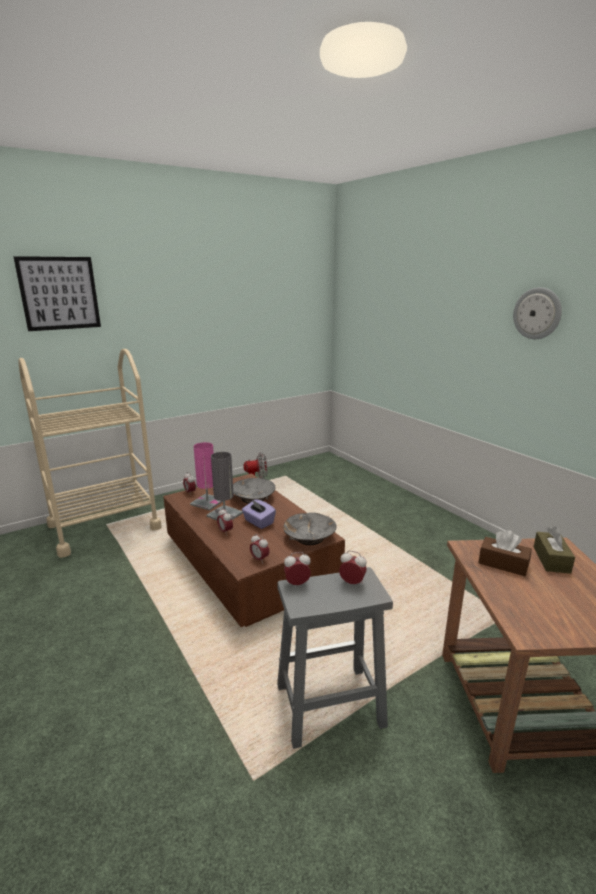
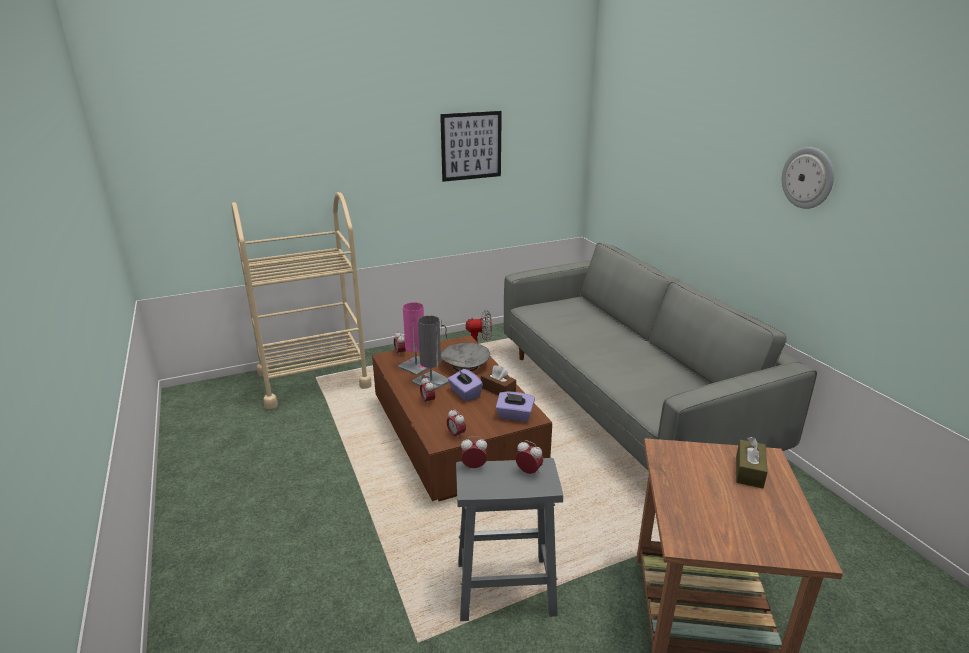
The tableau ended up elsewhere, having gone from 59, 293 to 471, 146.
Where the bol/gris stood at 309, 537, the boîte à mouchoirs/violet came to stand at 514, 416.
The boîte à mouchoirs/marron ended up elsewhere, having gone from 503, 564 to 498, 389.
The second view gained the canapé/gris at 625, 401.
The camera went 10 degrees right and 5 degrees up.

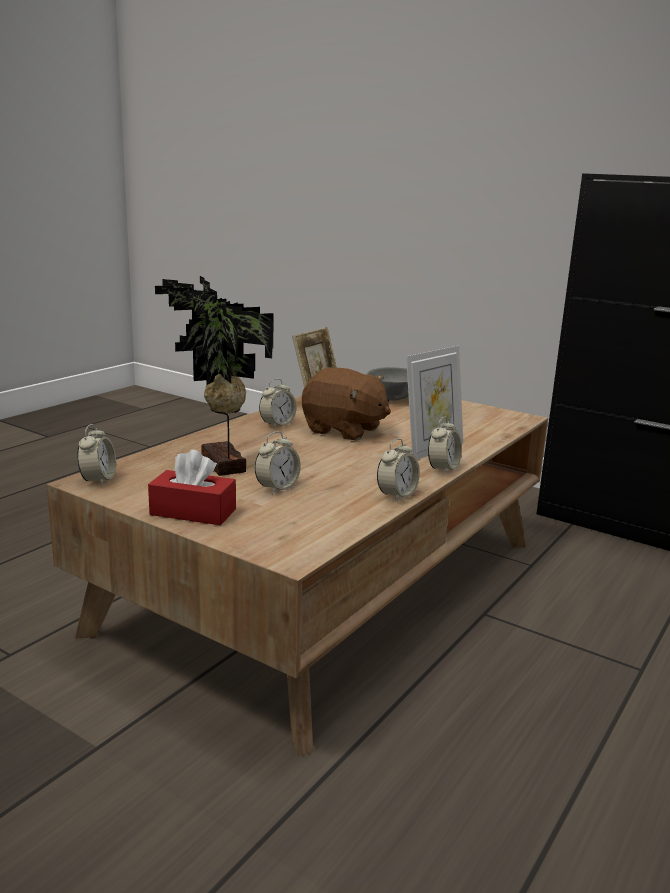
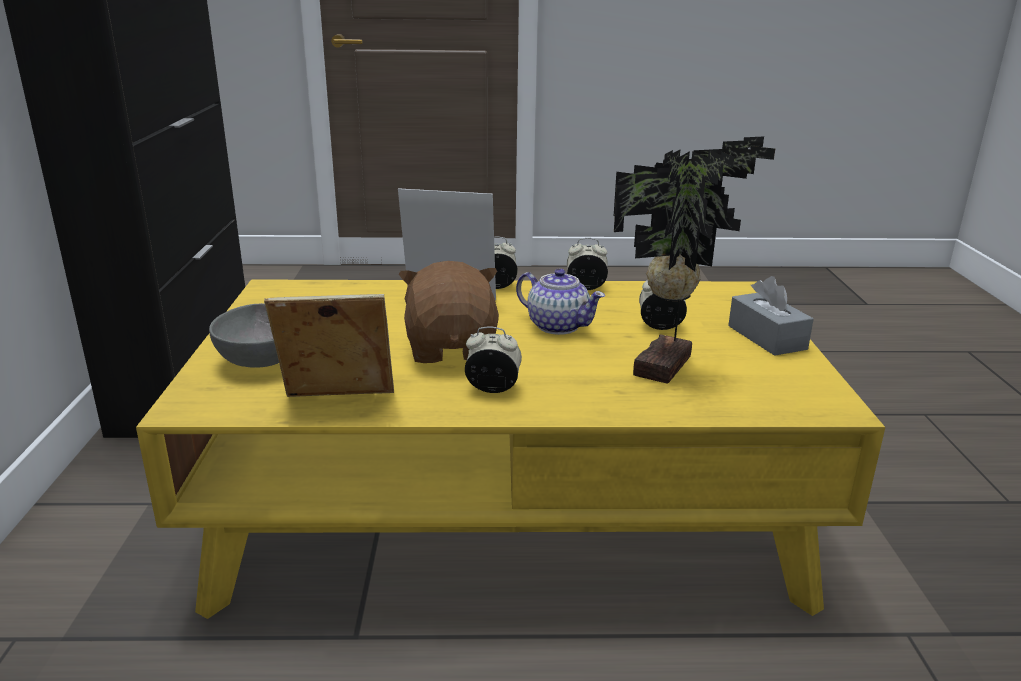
What was the table basse/marron at 330, 583 turned into the table basse/jaune at 506, 503.
The second view lost the réveil at 98, 480.
What was the boîte à mouchoirs/rouge at 193, 512 turned into the boîte à mouchoirs/gris at 766, 337.
The second view gained the théière at 557, 326.
The camera went 125 degrees left and 5 degrees up.

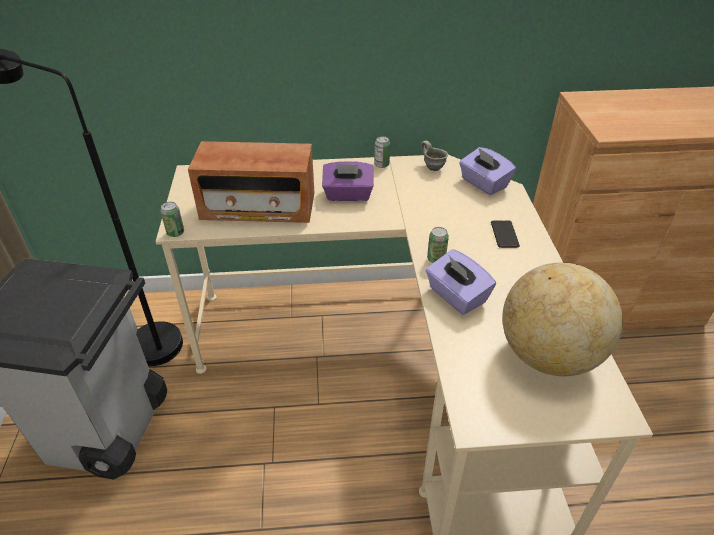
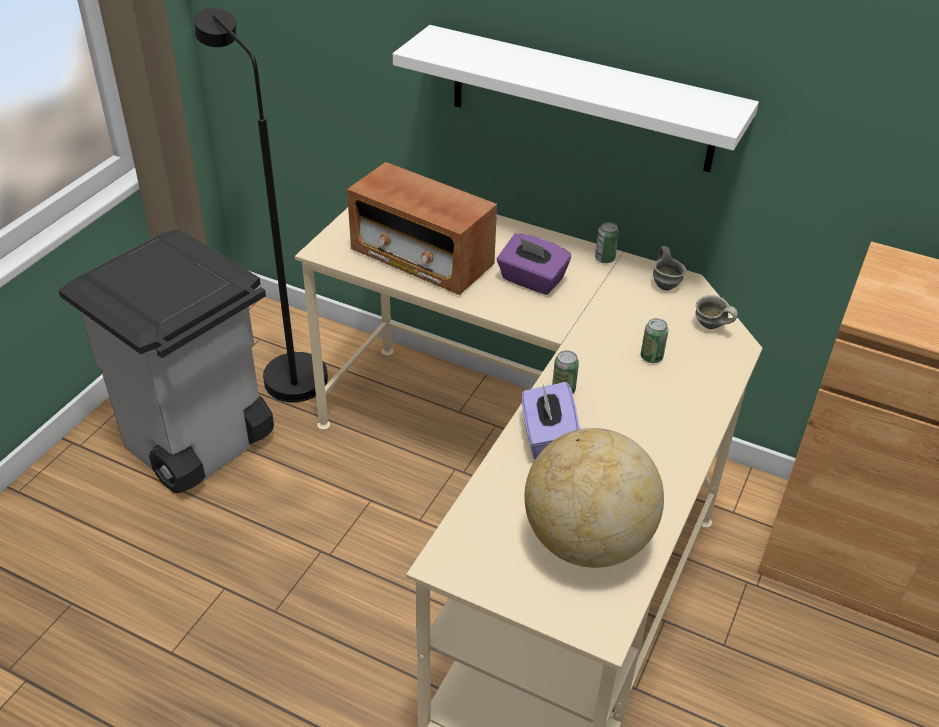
The boîte métallique ended up elsewhere, having gone from 175, 233 to 651, 357.
Where the boîte à mouchoirs/violet stood at 483, 183, the mug/gris came to stand at 710, 328.
The second view lost the téléphone at 504, 234.
The second view gained the étagère/blanc at 581, 99.
The camera went 30 degrees right and 0 degrees up.

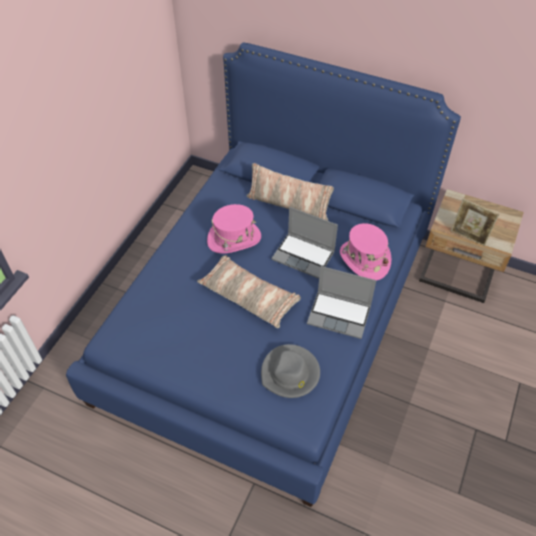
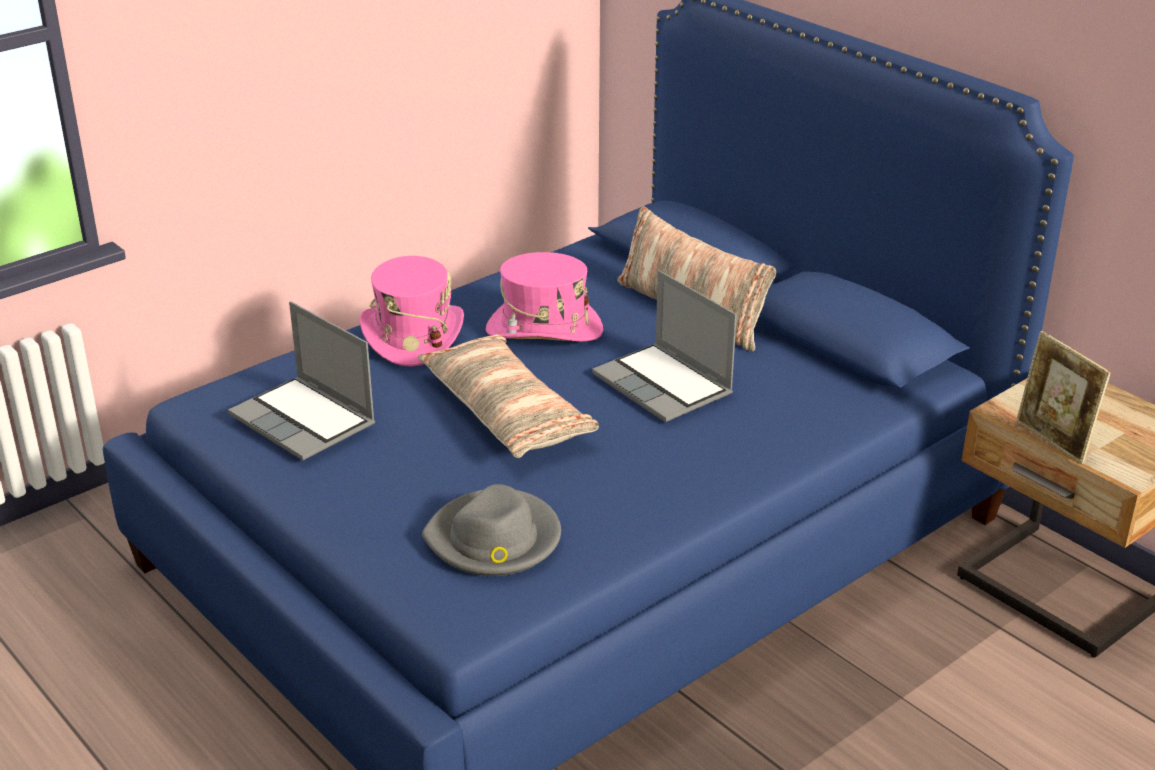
The ordinateur portable ended up elsewhere, having gone from 340, 314 to 305, 421.
The chapeau/rose ended up elsewhere, having gone from 364, 259 to 412, 336.
The camera went 25 degrees right and 20 degrees down.

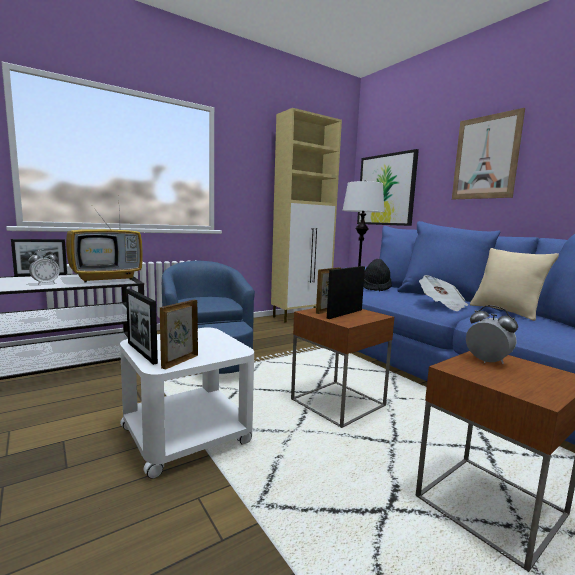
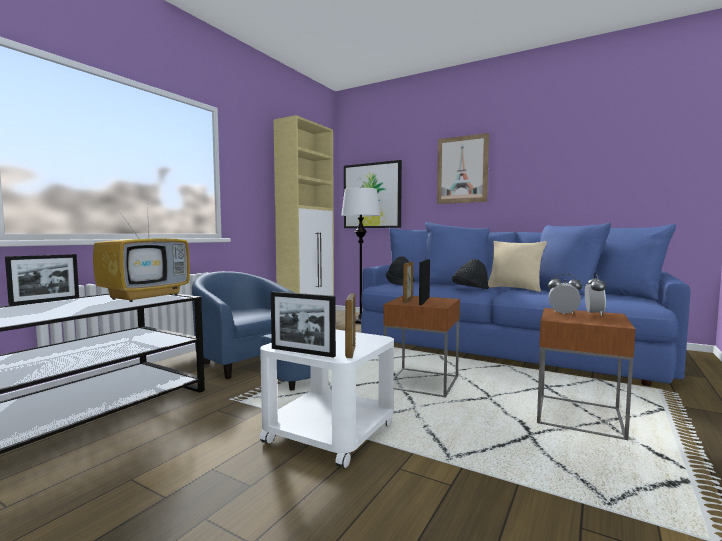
The réveil ended up elsewhere, having gone from 45, 283 to 594, 314.
Where the journal stood at 442, 305, the chapeau/noir came to stand at 470, 289.
The camera went 25 degrees left and 5 degrees down.

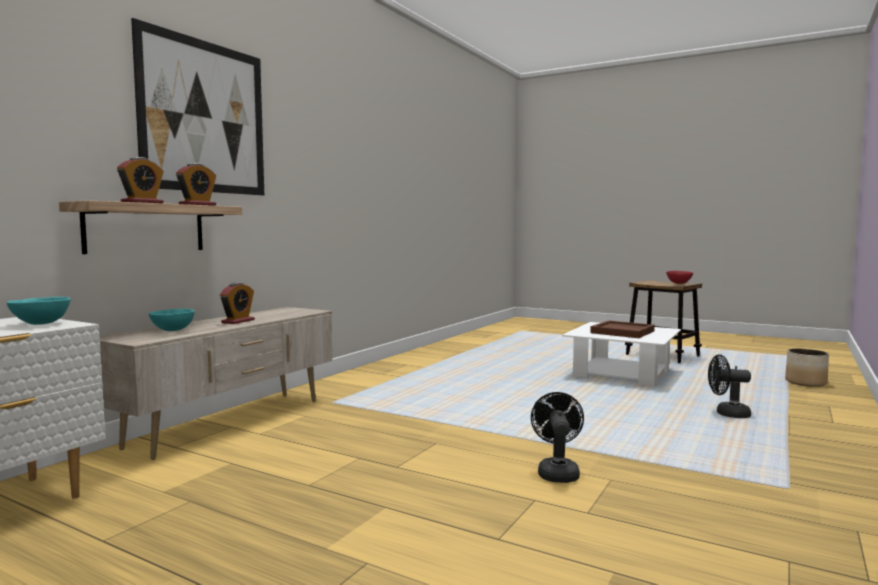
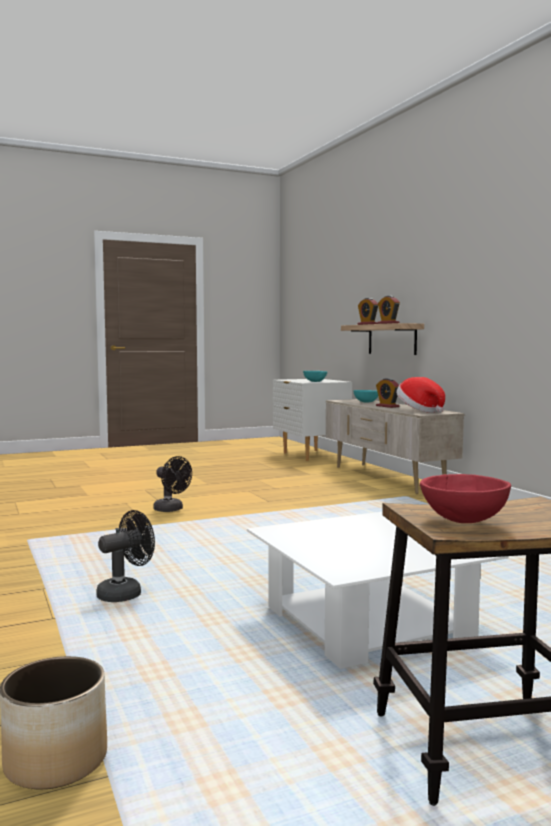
The second view lost the tableau at 204, 117.
The second view lost the plateau/marron at 623, 332.
The second view gained the chapeau at 419, 411.
The camera went 125 degrees right and 0 degrees up.

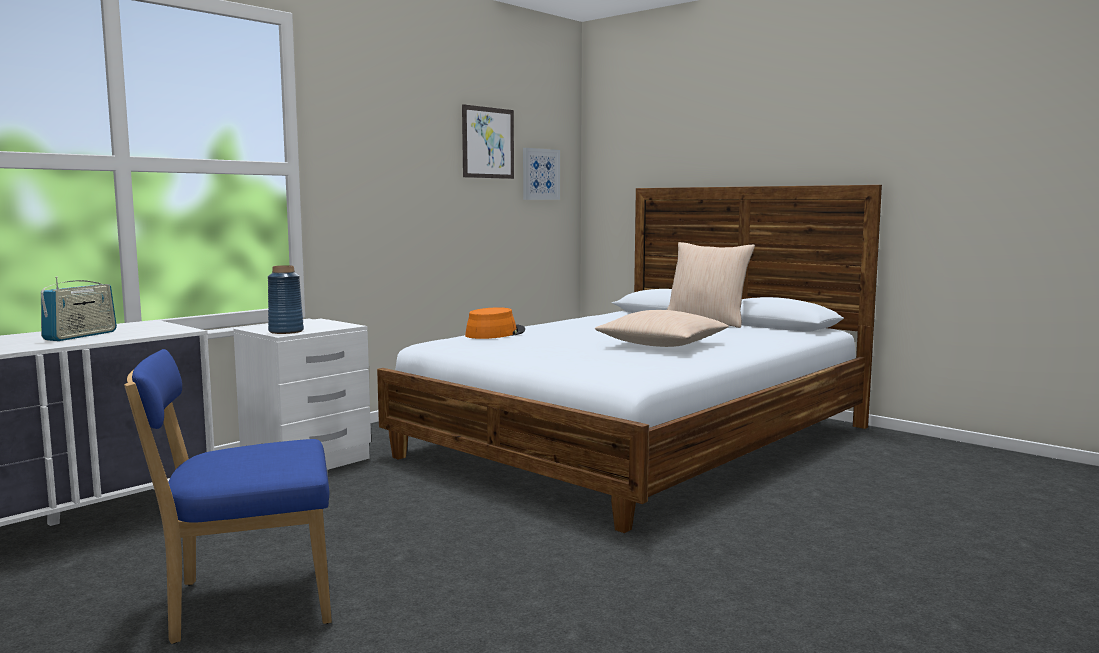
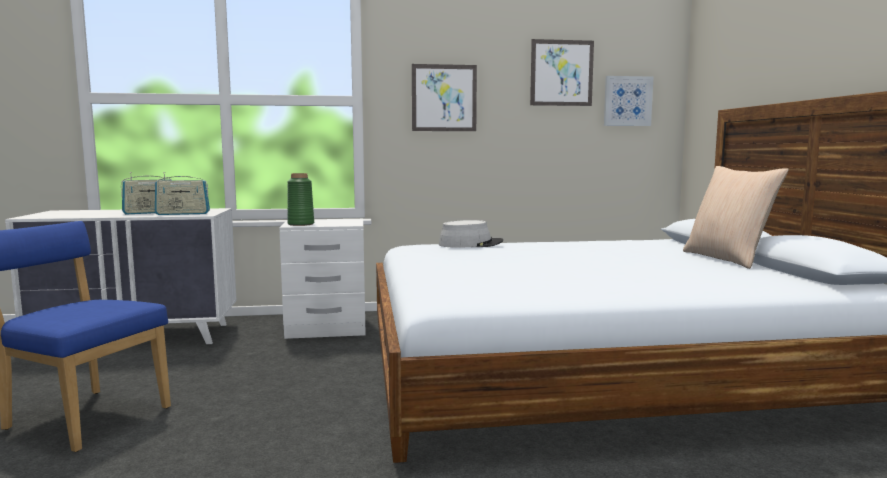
What was the vase/bleu at 286, 331 turned into the vase/vert at 300, 224.
What was the chapeau/orange at 495, 333 turned into the chapeau/gris at 470, 244.
The second view lost the coussin/beige at 662, 344.
The second view gained the radio at 183, 214.
The second view gained the tableau at 444, 98.
The camera went 40 degrees right and 0 degrees up.

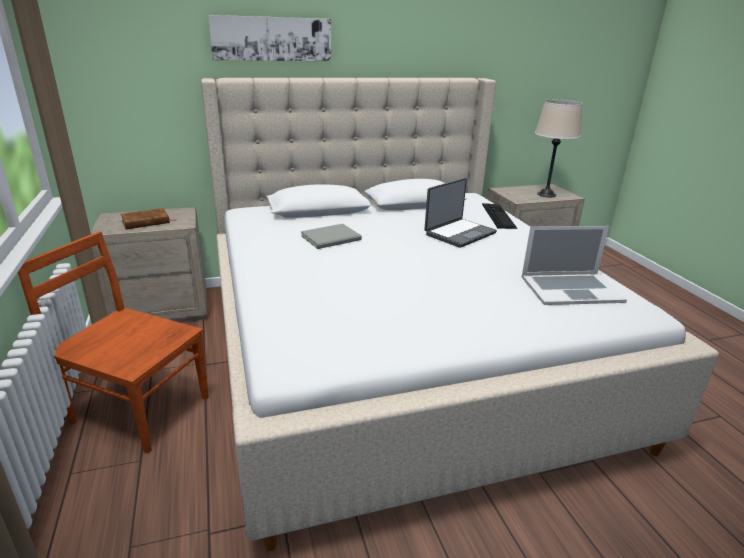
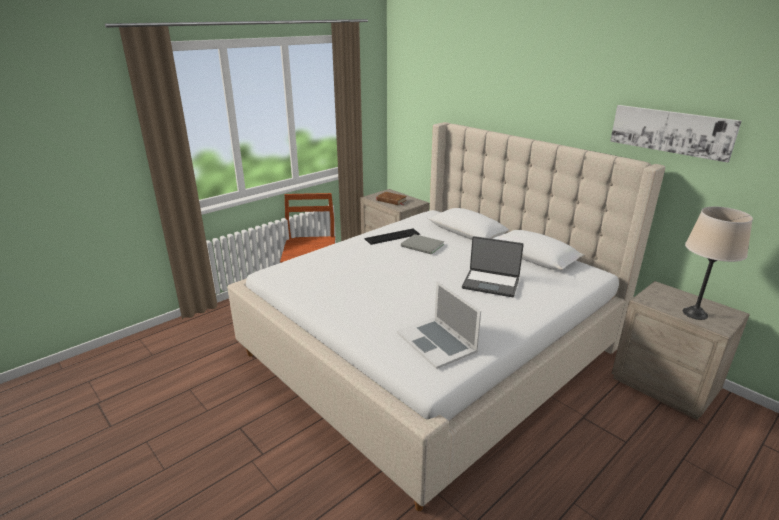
The tableau ended up elsewhere, having gone from 272, 39 to 671, 131.
The clavier ended up elsewhere, having gone from 498, 216 to 392, 236.
The camera went 65 degrees right and 0 degrees up.

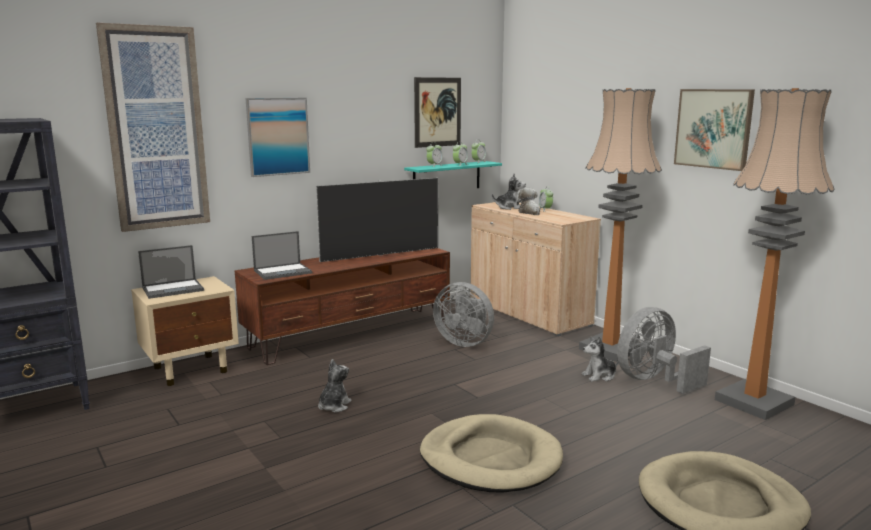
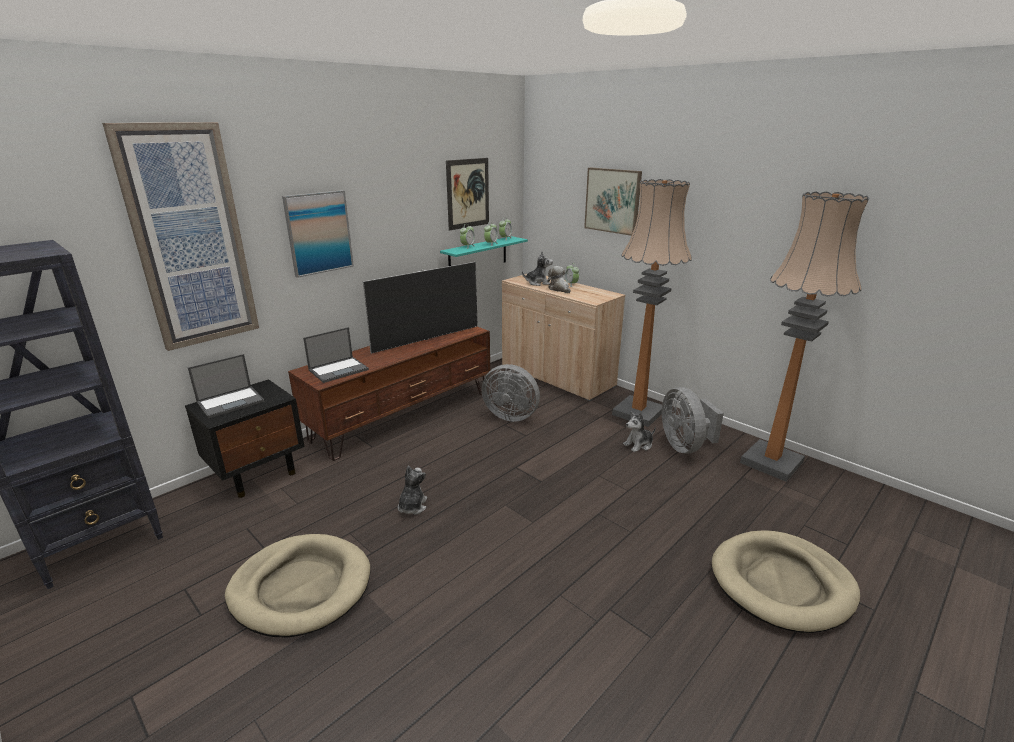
What was the table de chevet/beige at 191, 369 turned into the table de chevet/noir at 258, 473.
The panier pour chien/beige ended up elsewhere, having gone from 490, 459 to 301, 587.
The ventilateur/gris at 653, 380 ended up facing another way, 60 degrees counterclockwise from before.
The tableau ended up elsewhere, having gone from 713, 128 to 612, 201.
The camera went 10 degrees left and 10 degrees up.

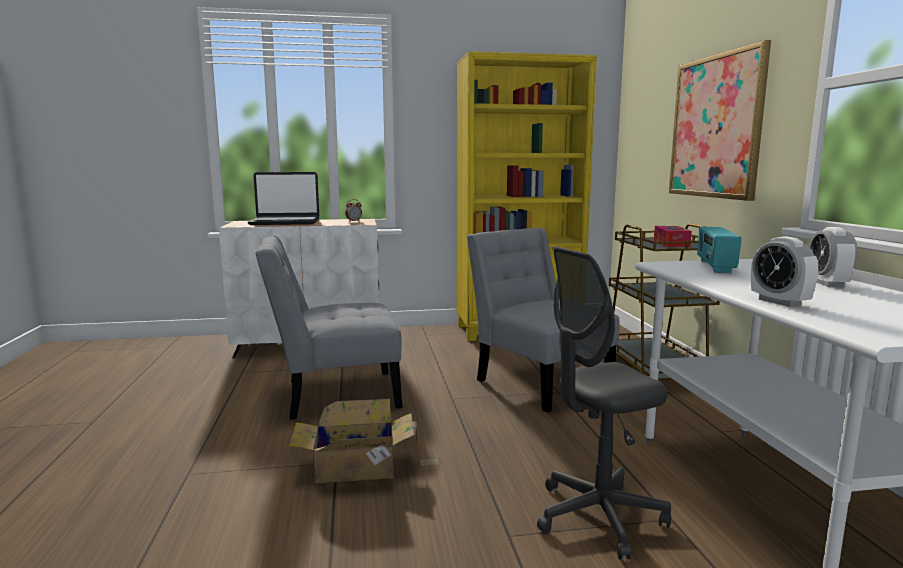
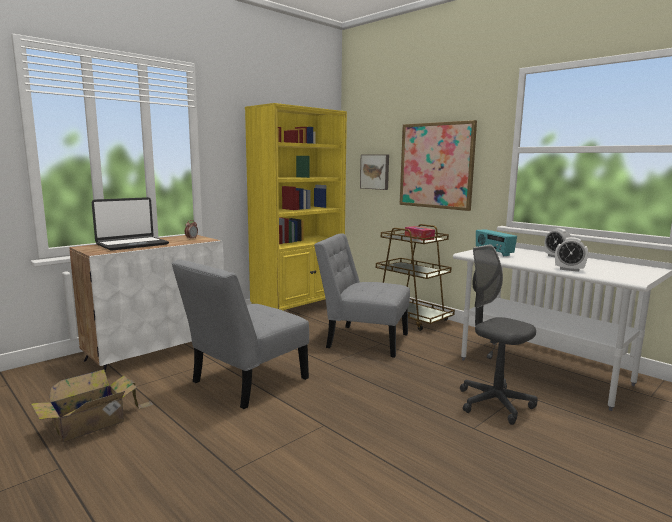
The carton ended up elsewhere, having gone from 359, 468 to 92, 423.
The chaise de bureau/gris at 598, 516 ended up facing another way, 105 degrees clockwise from before.
The second view gained the tableau at 375, 171.
The camera went 35 degrees left and 0 degrees up.

